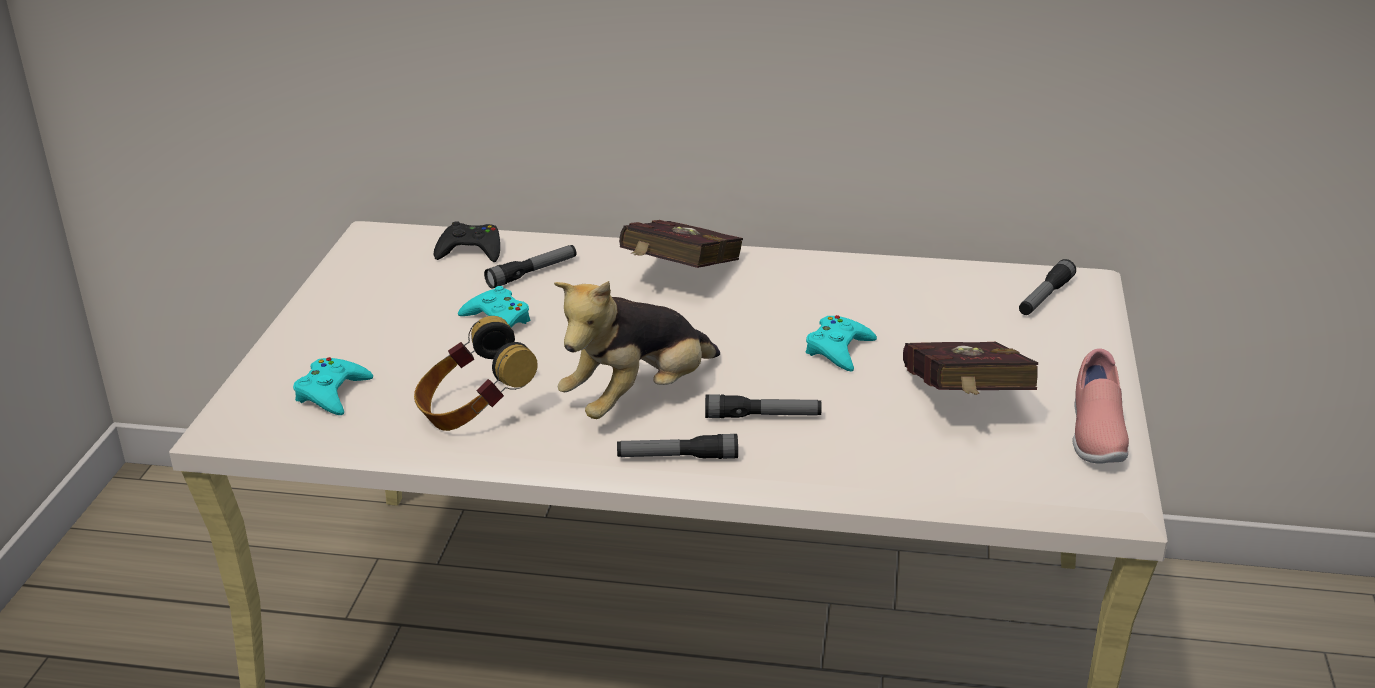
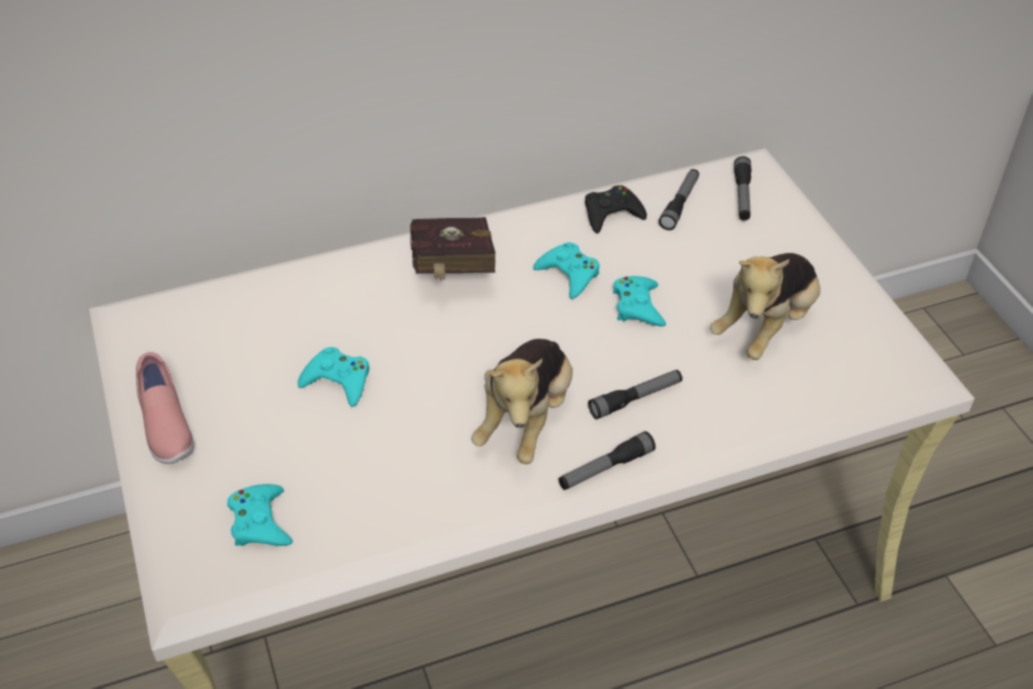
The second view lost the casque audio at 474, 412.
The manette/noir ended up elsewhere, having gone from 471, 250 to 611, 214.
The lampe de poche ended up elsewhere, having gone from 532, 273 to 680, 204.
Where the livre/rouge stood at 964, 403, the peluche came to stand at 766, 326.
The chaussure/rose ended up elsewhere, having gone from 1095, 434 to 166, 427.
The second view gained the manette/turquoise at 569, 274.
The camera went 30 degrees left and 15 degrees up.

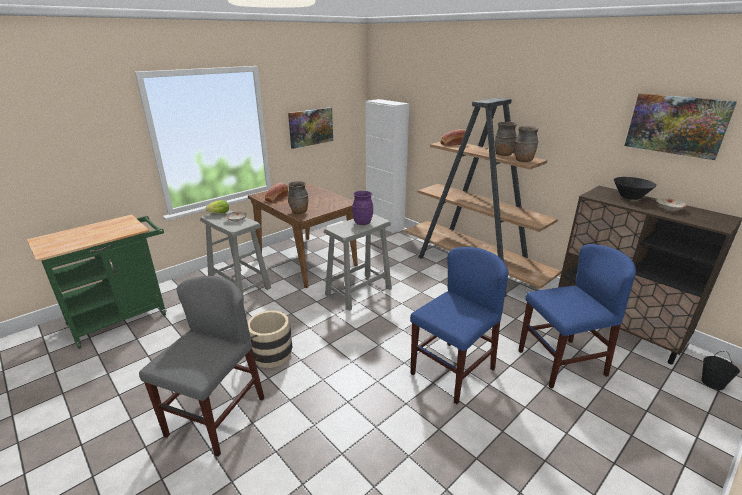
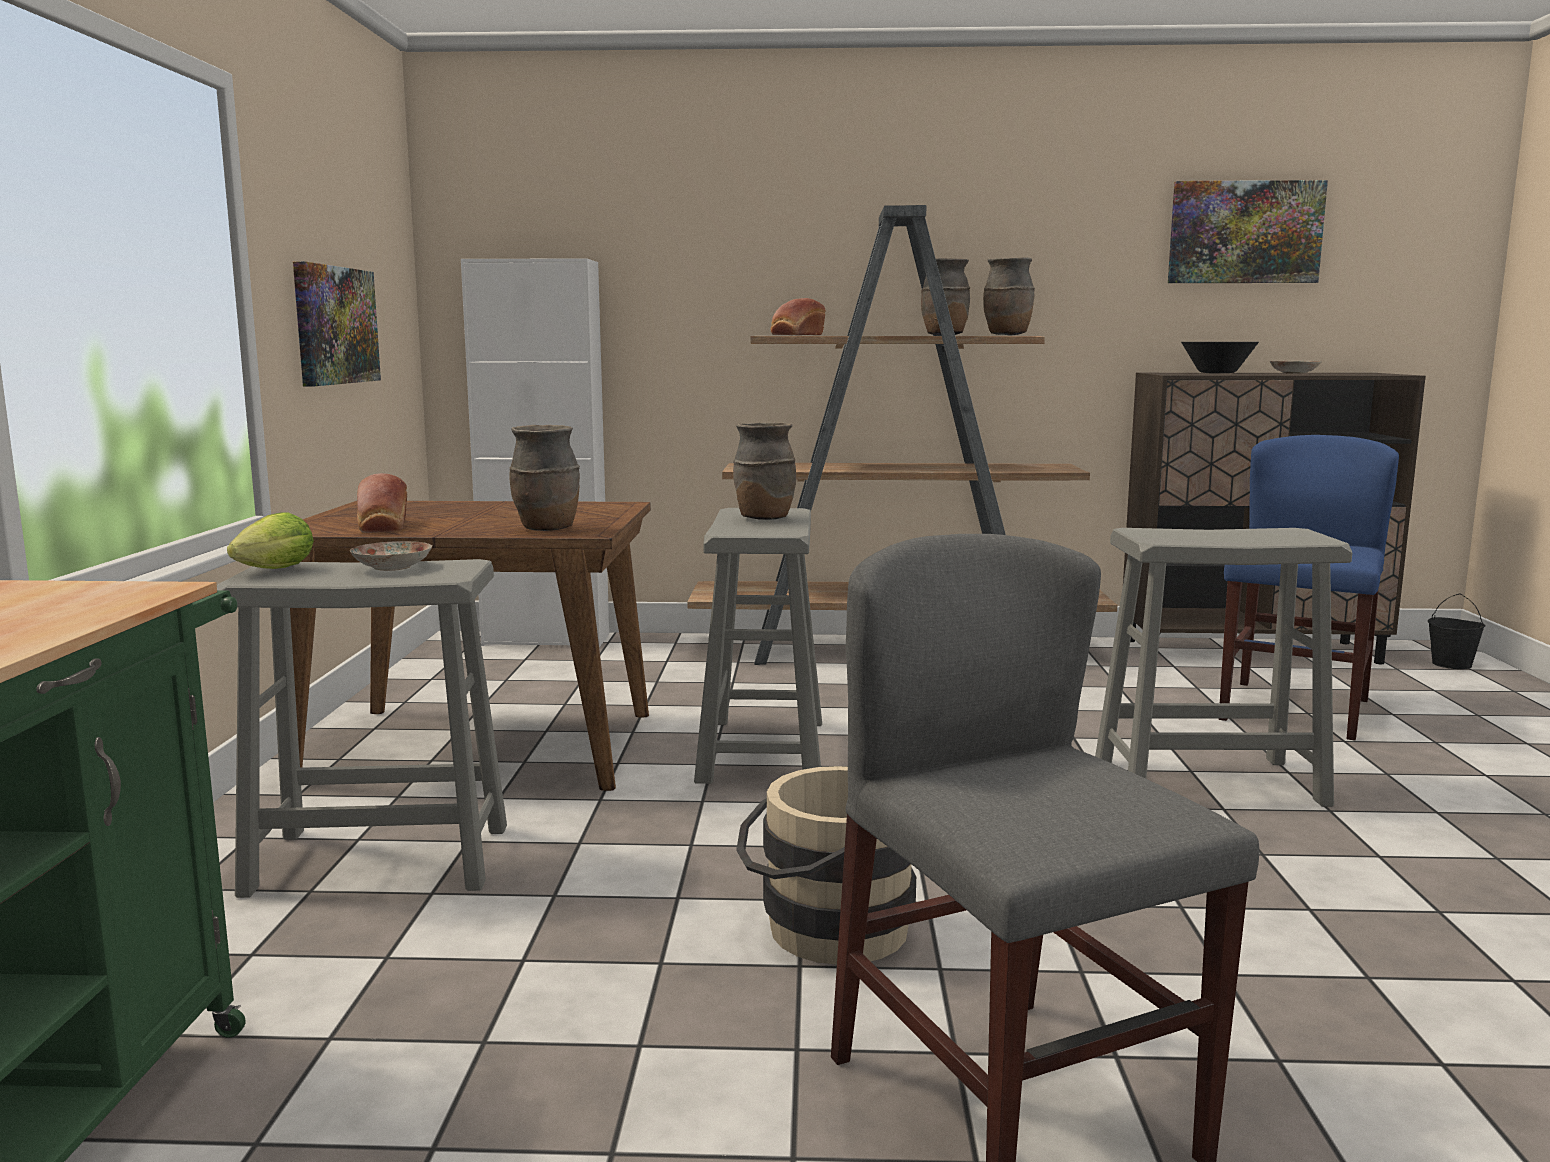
What was the vase/violet at 362, 223 turned into the vase/marron at 764, 518.
Where the chaise/bleu stood at 452, 371, the tabouret/gris came to stand at 1209, 782.
The camera went 45 degrees left and 15 degrees down.

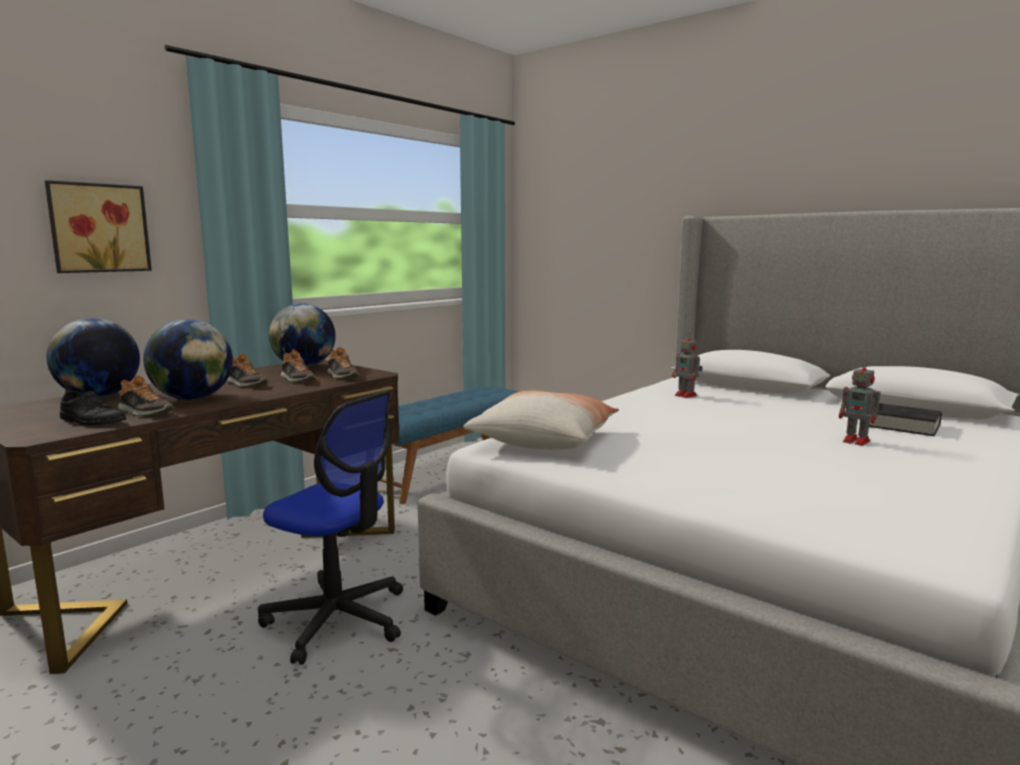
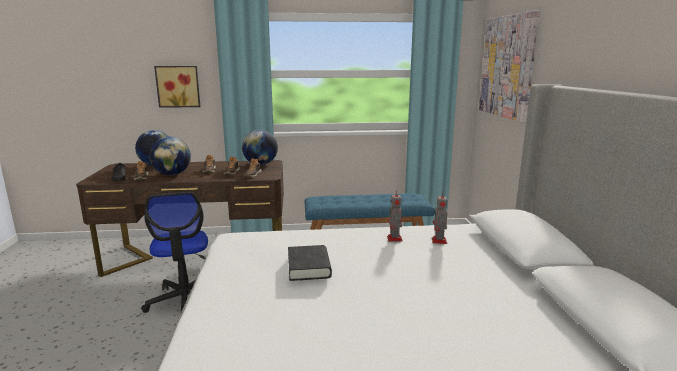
The second view lost the coussin at 544, 440.
The robot jouet ended up elsewhere, having gone from 858, 441 to 394, 239.
The livre/noir ended up elsewhere, having gone from 900, 425 to 309, 267.
The second view gained the tableau at 508, 67.
The camera went 45 degrees right and 5 degrees up.

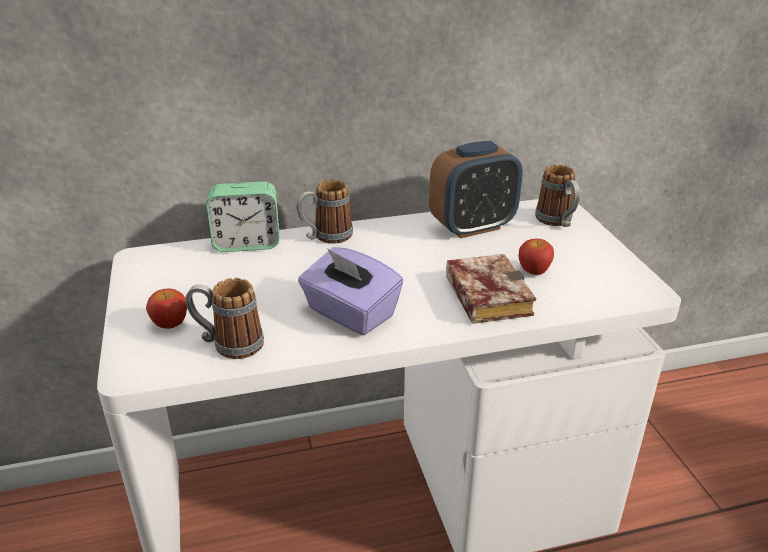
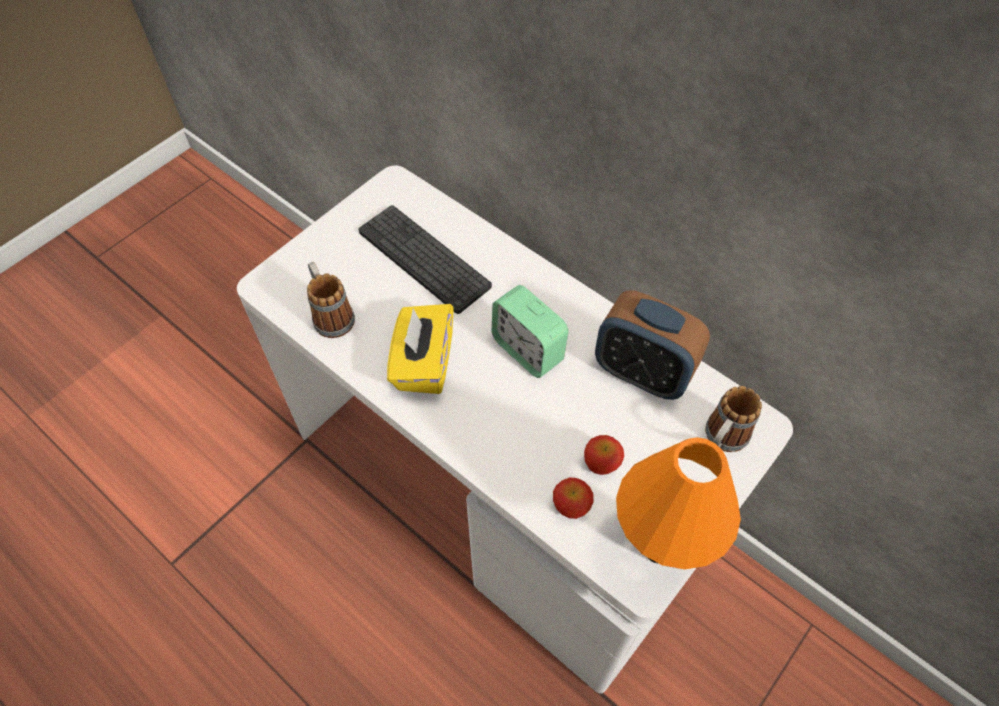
The pomme ended up elsewhere, having gone from 170, 324 to 571, 506.
The réveil ended up elsewhere, having gone from 247, 243 to 528, 350.
The second view lost the mug at 326, 237.
What was the boîte à mouchoirs/violet at 350, 314 turned into the boîte à mouchoirs/jaune at 423, 364.
The second view lost the livre at 483, 295.
The second view gained the clavier at 423, 259.
The second view gained the lampe de table/orange at 658, 552.
The camera went 55 degrees right and 25 degrees up.

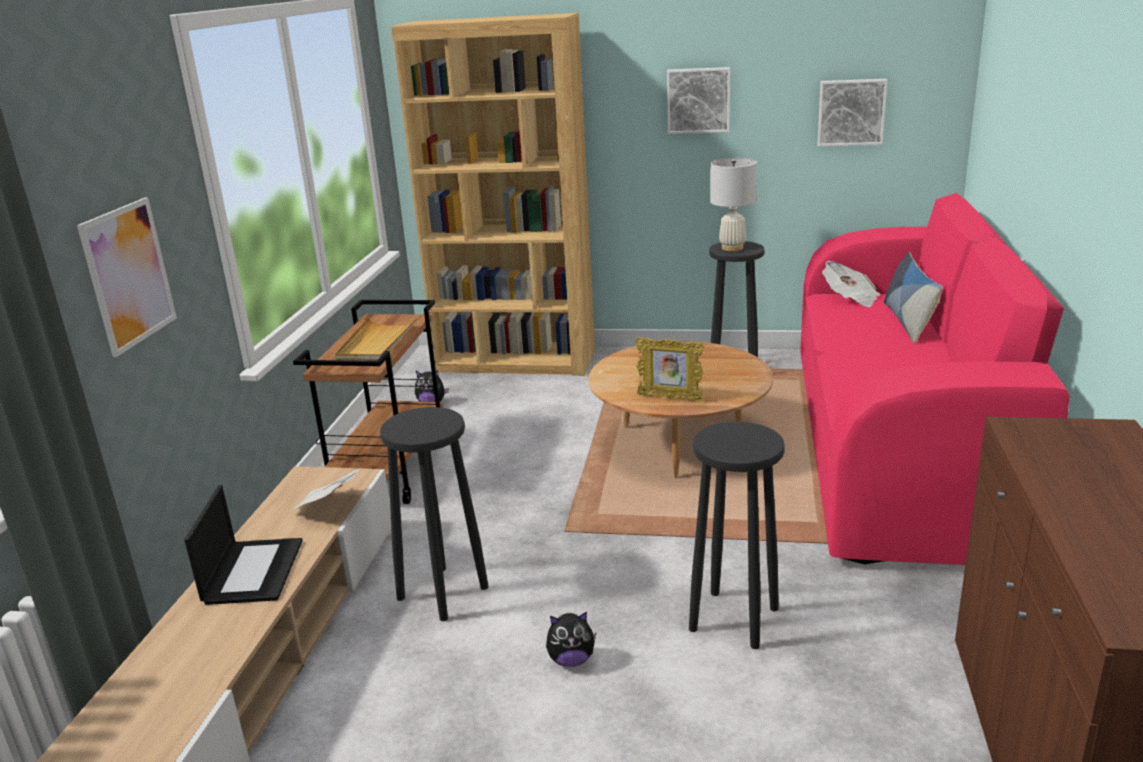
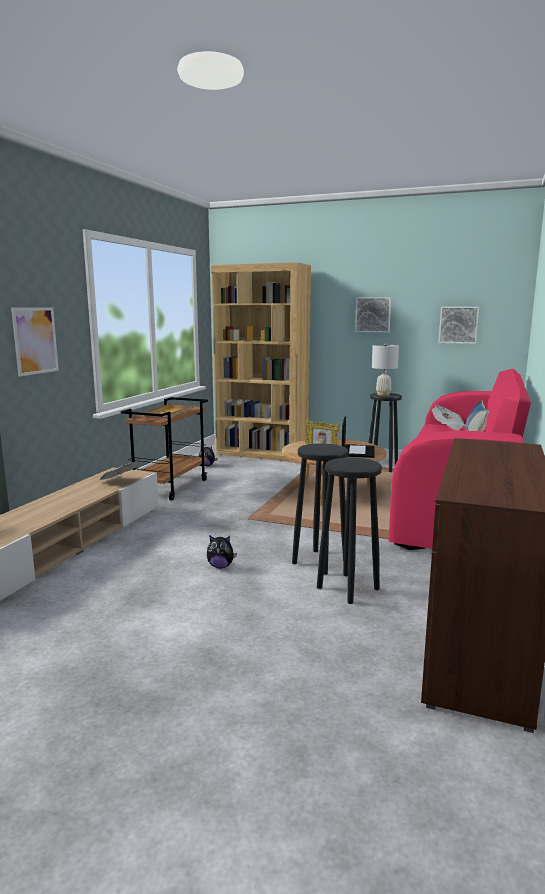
The ordinateur portable ended up elsewhere, having gone from 253, 571 to 357, 451.
The tabouret/noir ended up elsewhere, having gone from 444, 592 to 348, 588.
The camera went 10 degrees right and 10 degrees down.

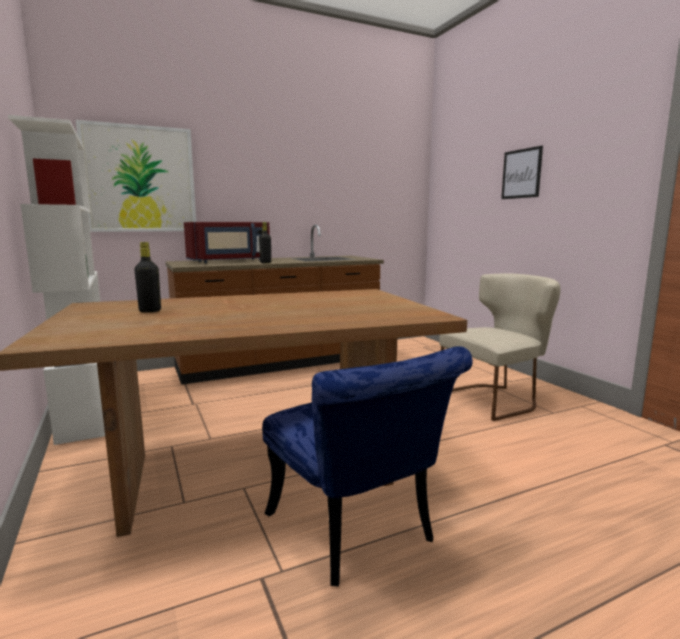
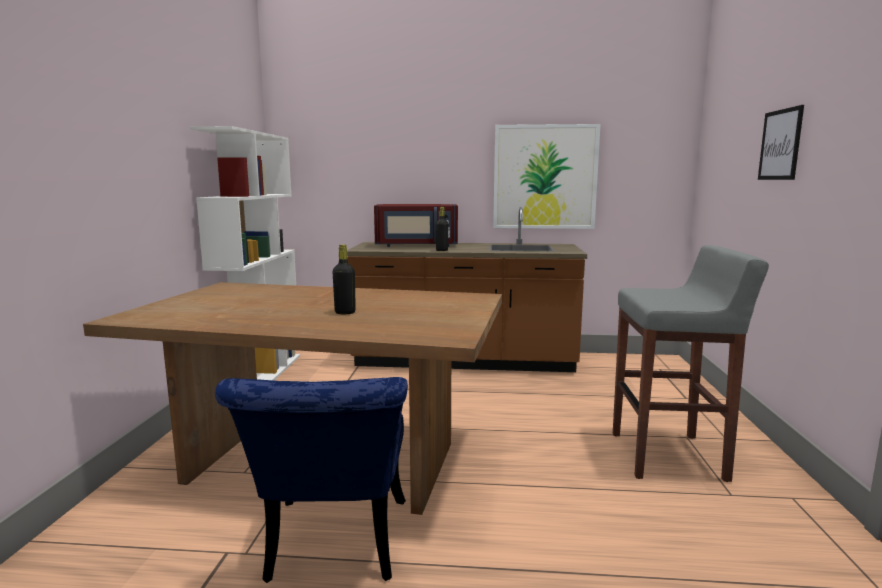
The tableau ended up elsewhere, having gone from 140, 179 to 544, 177.
The bouteille/noir ended up elsewhere, having gone from 150, 311 to 345, 312.
Where the chaise/beige stood at 496, 399, the tabouret/gris came to stand at 669, 456.
The camera went 30 degrees right and 0 degrees up.

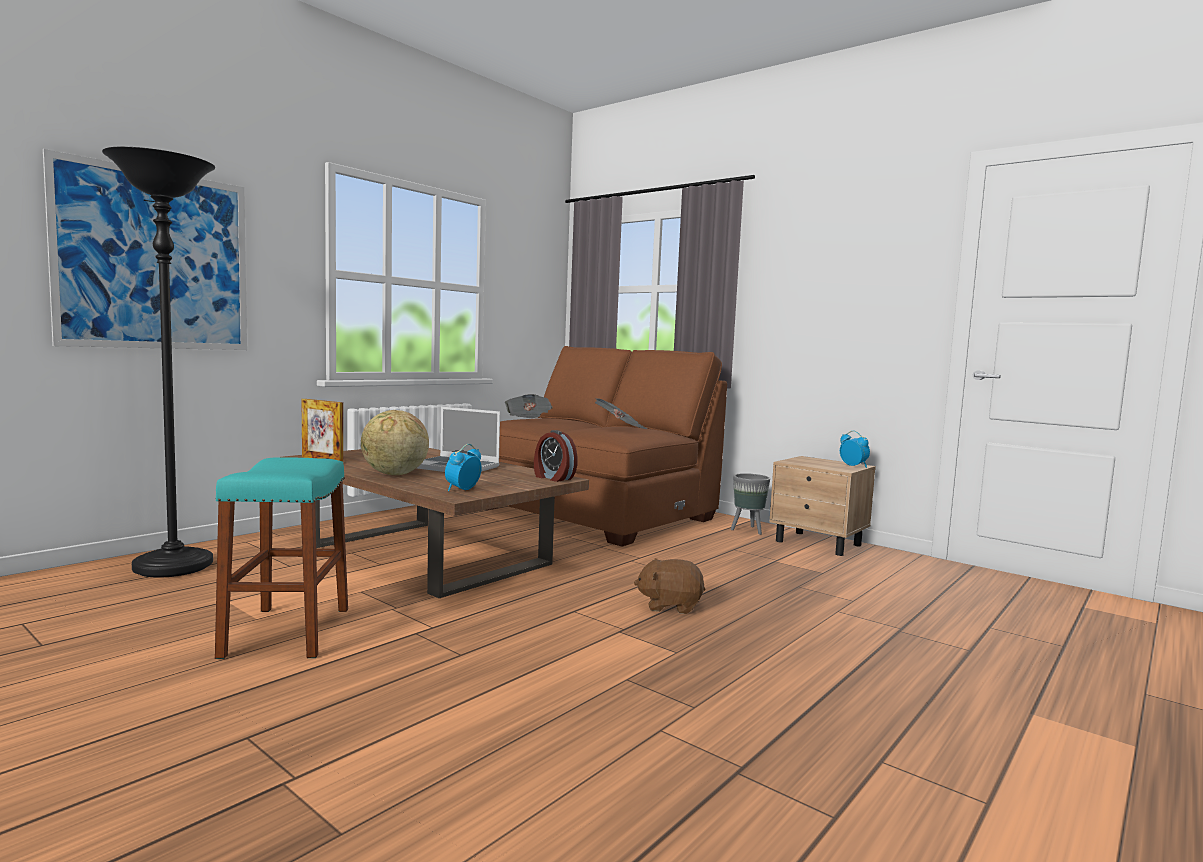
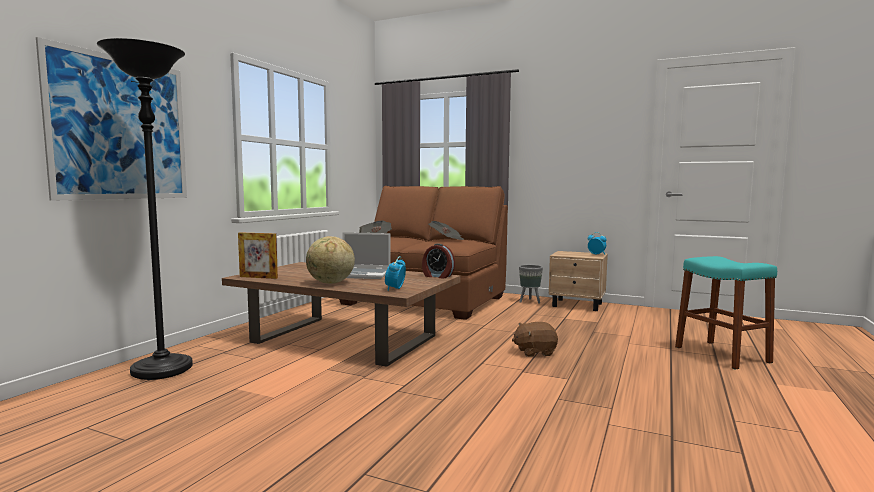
The tabouret/turquoise ended up elsewhere, having gone from 287, 632 to 722, 354.
The camera went 15 degrees left and 0 degrees up.

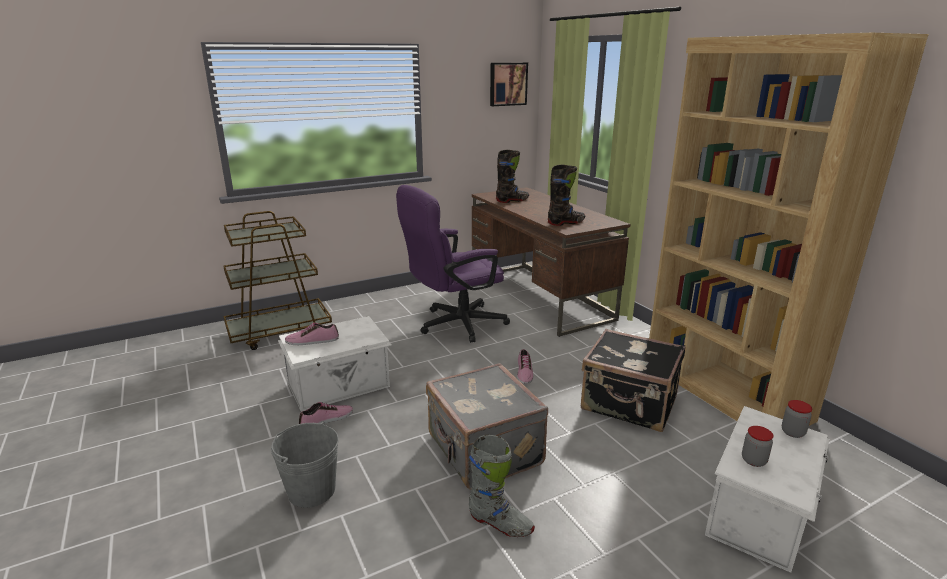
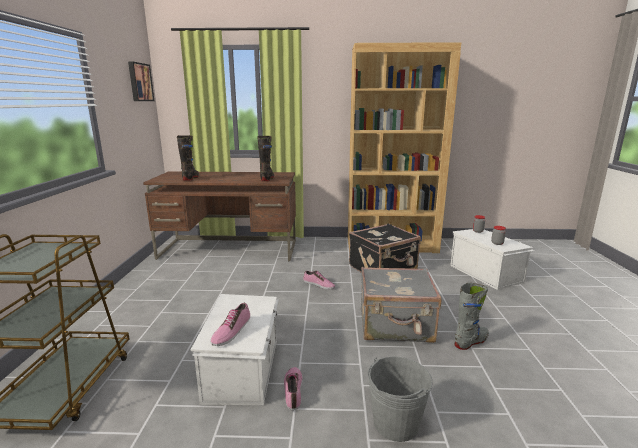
The second view lost the chaise de bureau/violet at 454, 325.
The camera went 60 degrees left and 5 degrees down.

